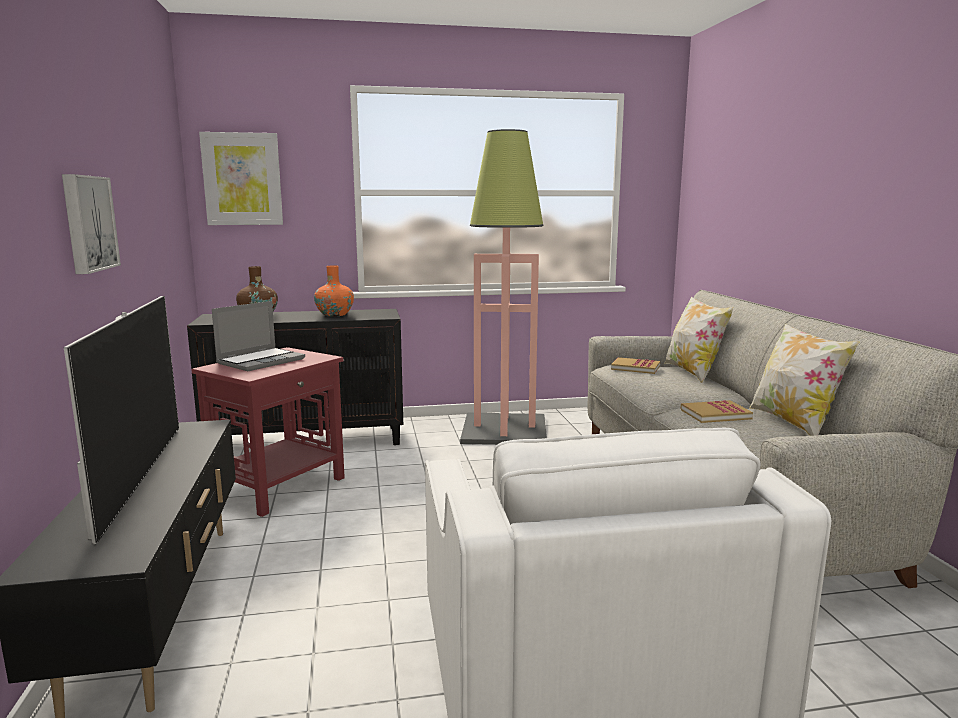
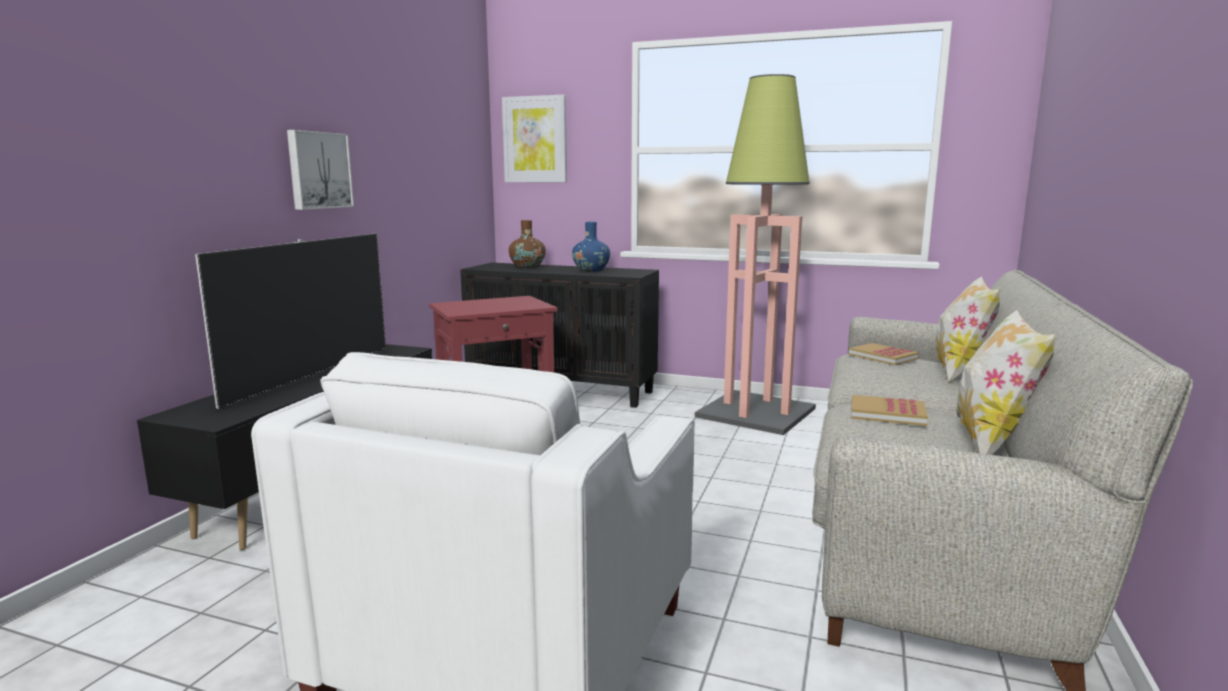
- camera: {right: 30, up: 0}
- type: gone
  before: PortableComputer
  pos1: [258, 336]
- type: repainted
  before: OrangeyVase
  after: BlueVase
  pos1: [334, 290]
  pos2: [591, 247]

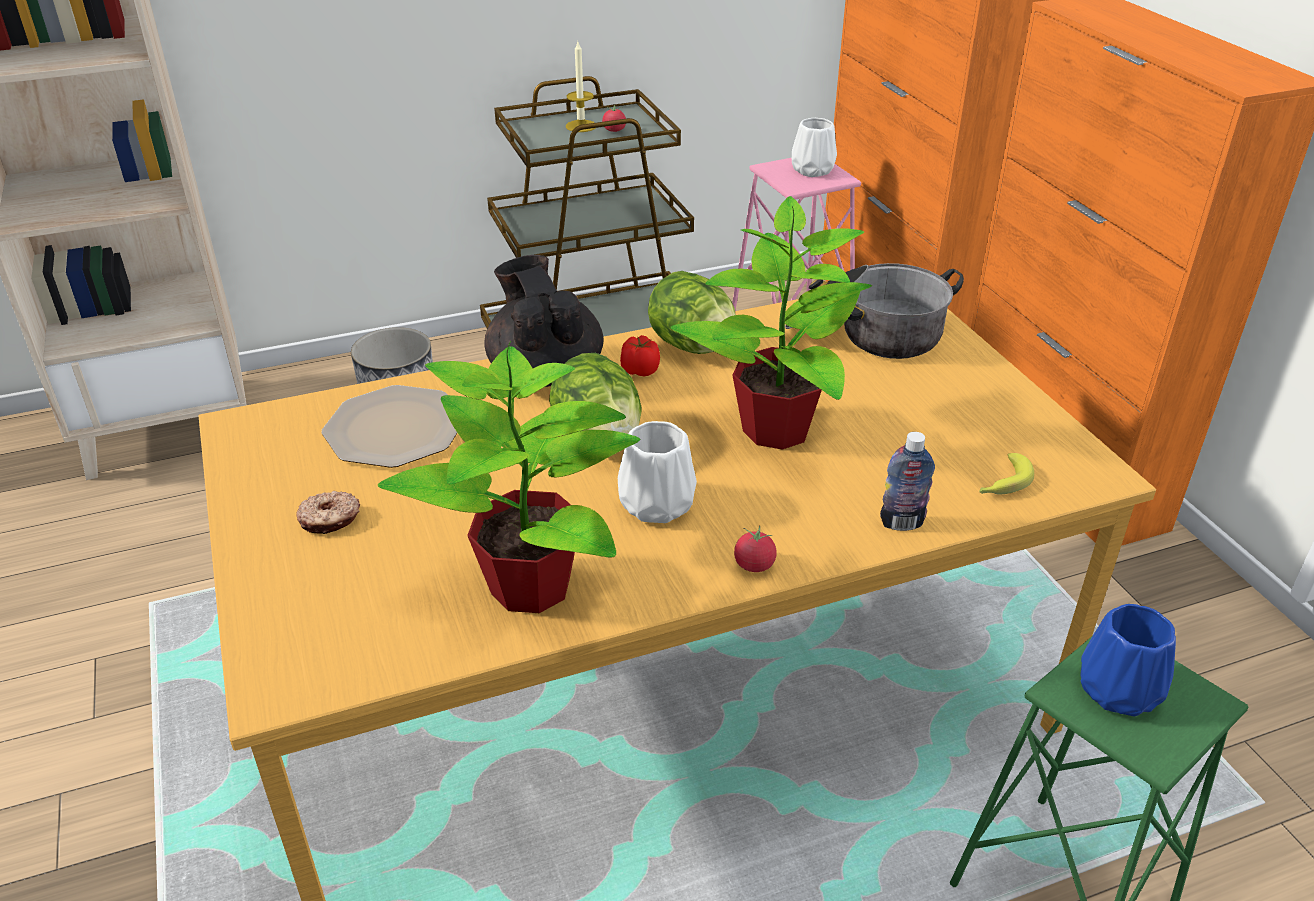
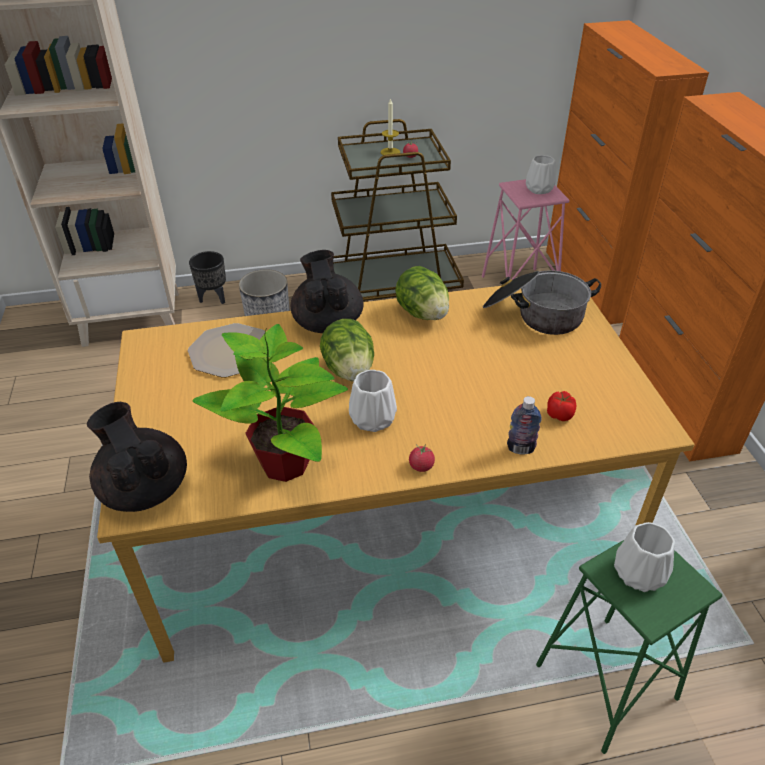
- camera: {right: 10, up: 5}
- type: gone
  before: Donut
  pos1: [328, 512]
- type: gone
  before: Houseplant
  pos1: [771, 323]
- type: gone
  before: WholeBanana
  pos1: [1006, 473]
- type: new
  after: BlackPotForTea
  pos2: [137, 457]
- type: new
  after: BlackPlantPot
  pos2: [207, 277]
- type: shifted
  before: WholeTomato
  pos1: [640, 355]
  pos2: [562, 406]
- type: repainted
  before: BlueVase
  after: WhiteVase
  pos1: [1128, 660]
  pos2: [644, 557]

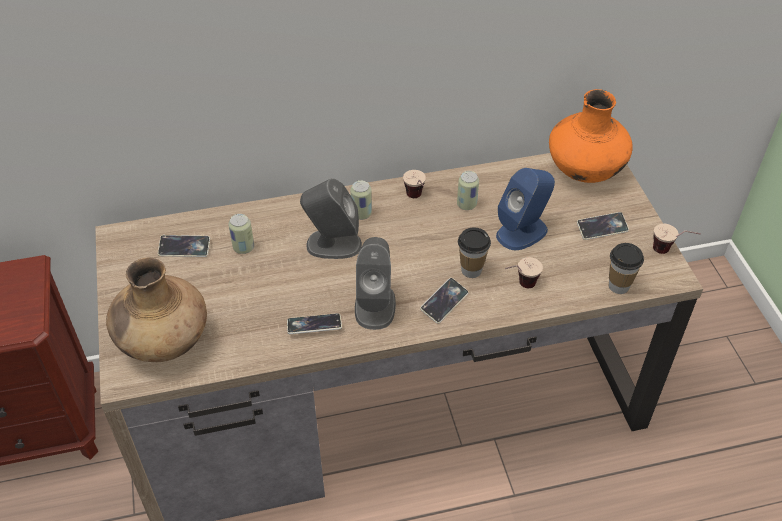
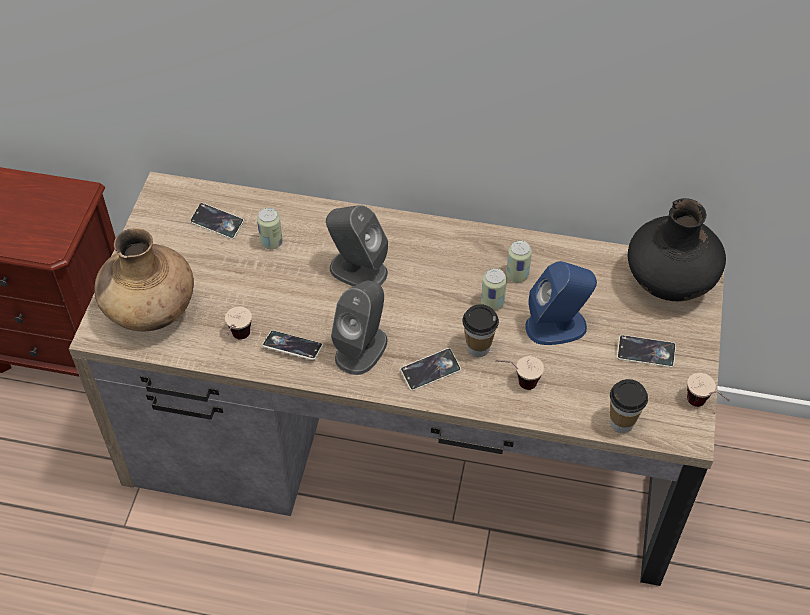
- camera: {right: 25, up: 5}
- type: shifted
  before: SealedCan
  pos1: [361, 200]
  pos2: [494, 289]
- type: shifted
  before: SmallCup
  pos1: [414, 184]
  pos2: [238, 323]
- type: repainted
  before: OrangeyVase
  after: BlackVase
  pos1: [591, 136]
  pos2: [677, 249]

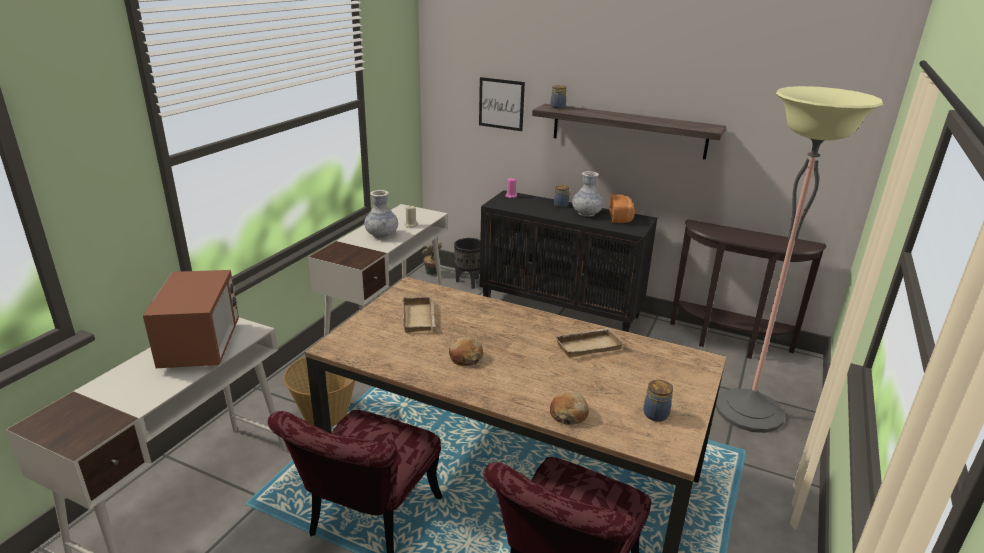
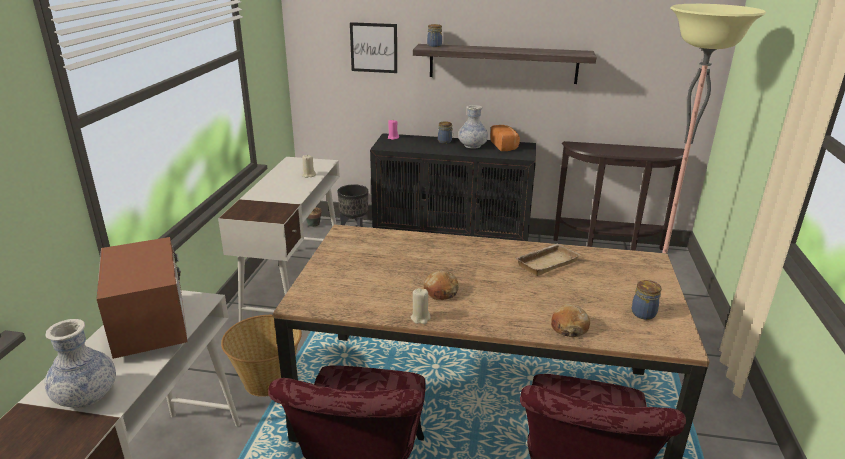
- camera: {right: -15, up: 0}
- type: gone
  before: BeigeCarryingTray
  pos1: [418, 314]
- type: new
  after: BeigeCandle
  pos2: [421, 306]
- type: shifted
  before: Vase
  pos1: [381, 214]
  pos2: [80, 363]

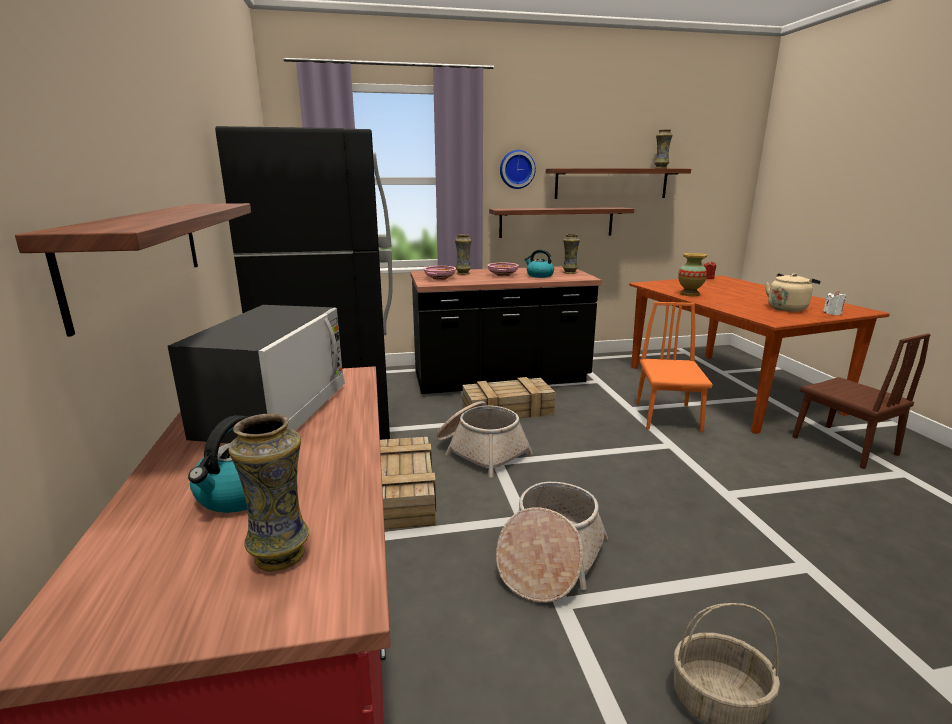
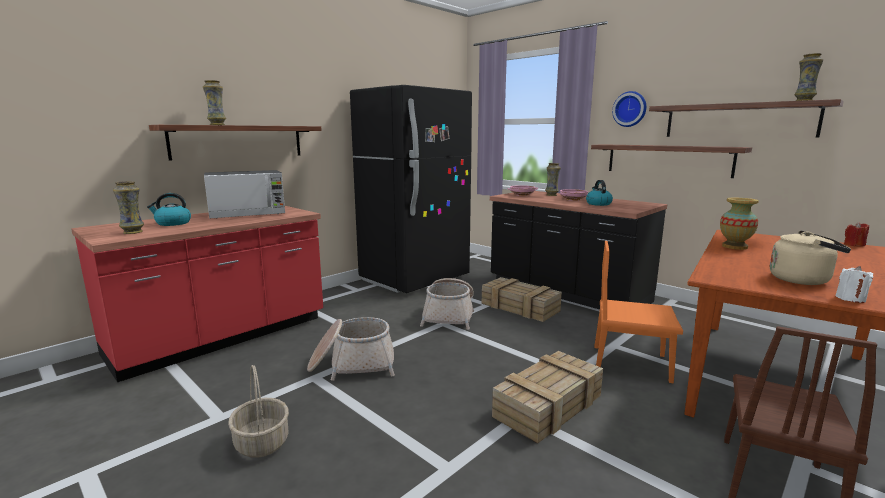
- camera: {right: 55, up: -5}
- type: shifted
  before: Crate
  pos1: [408, 483]
  pos2: [547, 397]
- type: shifted
  before: Vase
  pos1: [571, 254]
  pos2: [214, 102]
- type: rotated
  before: OrangeyChair
  pos1: [674, 367]
  pos2: [638, 312]
  turn: -135

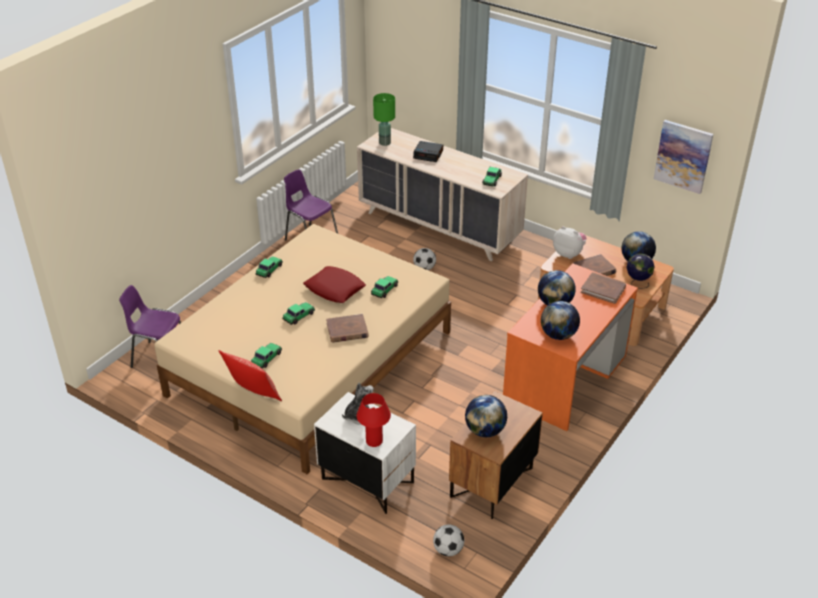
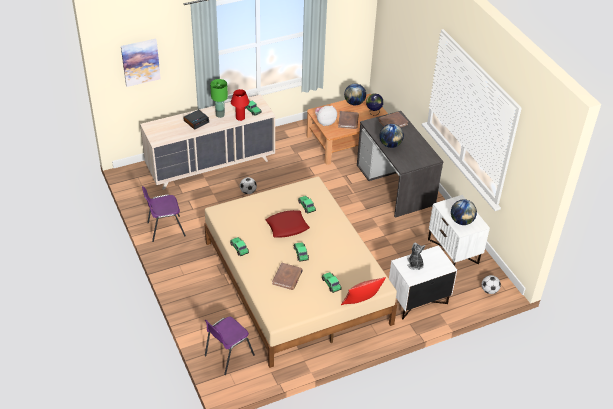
- camera: {right: -60, up: 5}
- type: gone
  before: WorldGlobe
  pos1: [560, 320]
- type: shifted
  before: BrownBoundBook
  pos1: [347, 328]
  pos2: [287, 276]
- type: shifted
  before: ReddishLampForATable
  pos1: [374, 420]
  pos2: [240, 105]
- type: shifted
  before: GreenLampForATable
  pos1: [384, 119]
  pos2: [219, 98]
- type: shifted
  before: WallPicture
  pos1: [683, 157]
  pos2: [141, 63]
- type: repainted
  before: BrownNightTable
  after: WhiteNightTable
  pos1: [496, 455]
  pos2: [459, 230]
- type: repainted
  before: OrangeyDeskTable
  after: GrayDeskTable
  pos1: [570, 347]
  pos2: [400, 164]

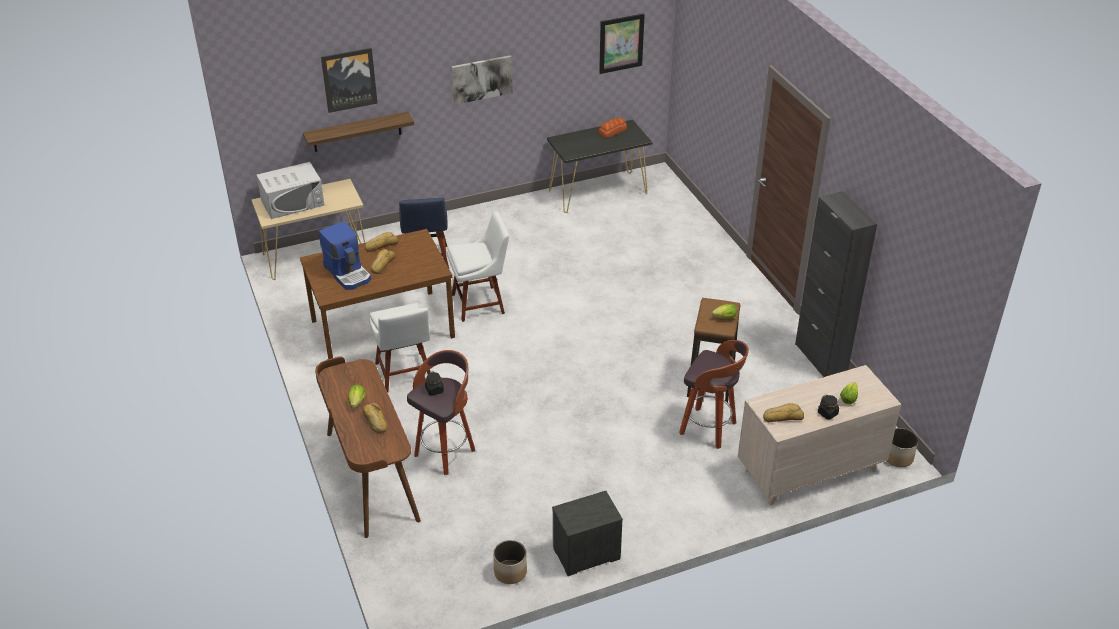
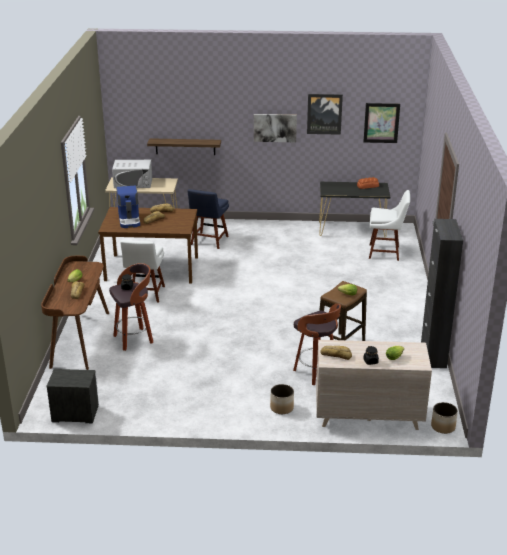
- camera: {right: 25, up: -10}
- type: shifted
  before: WallPicture
  pos1: [349, 80]
  pos2: [325, 114]
- type: shifted
  before: WhiteChair
  pos1: [478, 266]
  pos2: [389, 225]
- type: shifted
  before: PlantPot
  pos1: [510, 562]
  pos2: [282, 399]
- type: shifted
  before: NightTable
  pos1: [587, 533]
  pos2: [72, 396]

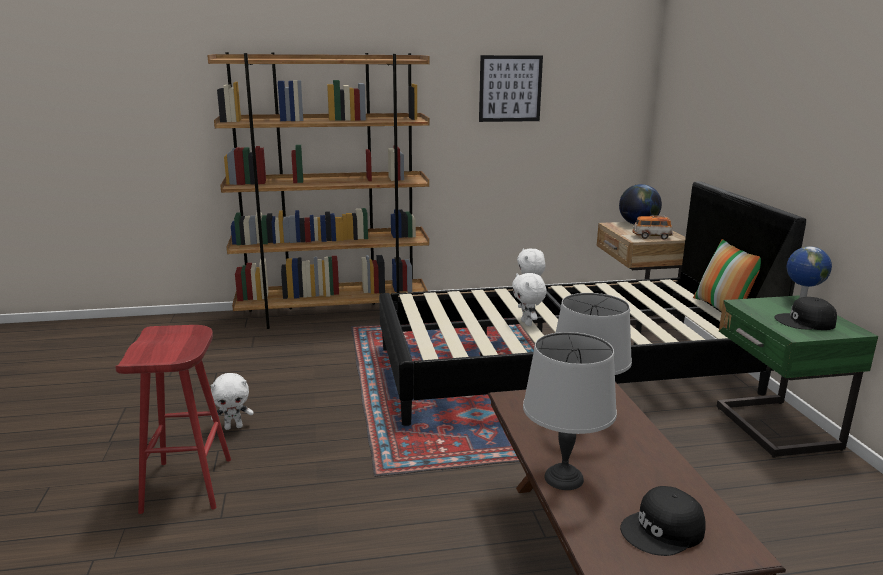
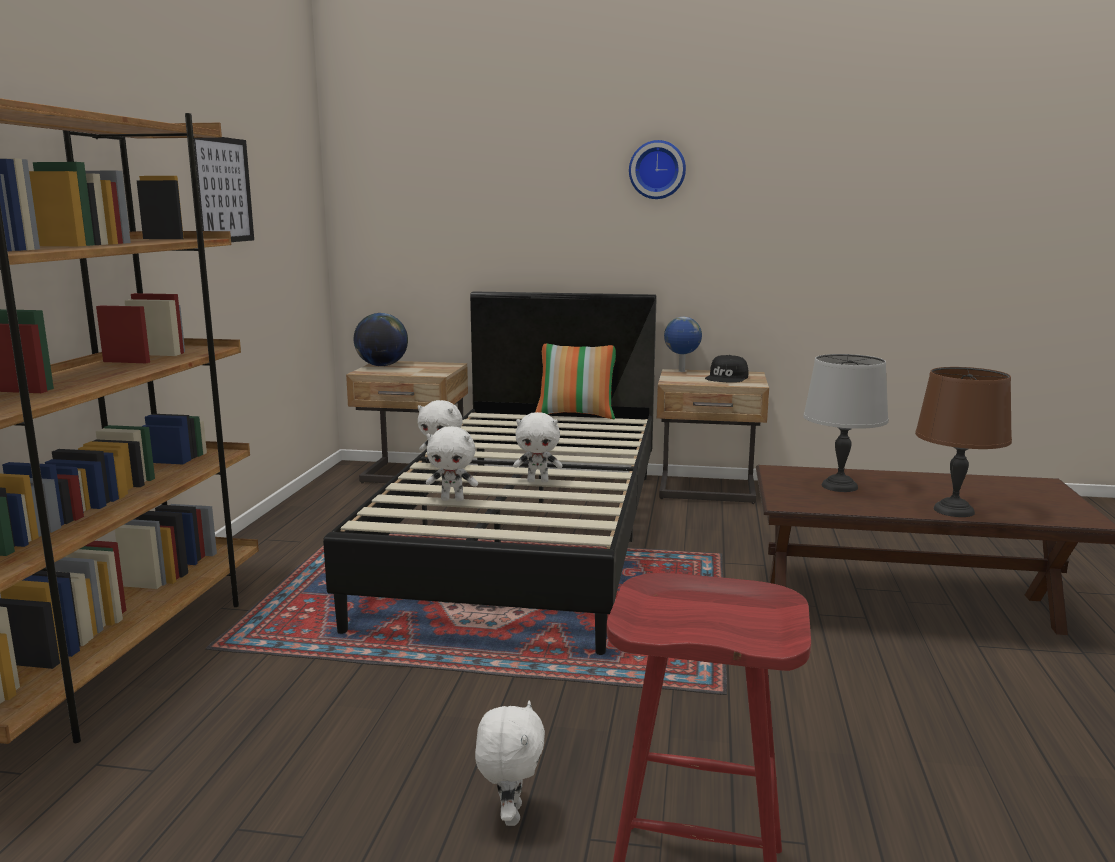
- camera: {right: -70, up: -5}
- type: gone
  before: BlackPeakedCap
  pos1: [663, 521]
- type: gone
  before: ModelCar
  pos1: [653, 227]
- type: new
  after: WhiteSoftToy
  pos2: [452, 463]
- type: new
  after: ClockOnTheWall
  pos2: [657, 169]
- type: repainted
  before: GrayLampForATable
  after: BrownLampForATable
  pos1: [570, 411]
  pos2: [963, 442]
- type: repainted
  before: GreenNightTable
  after: BeigeNightTable
  pos1: [797, 376]
  pos2: [713, 436]

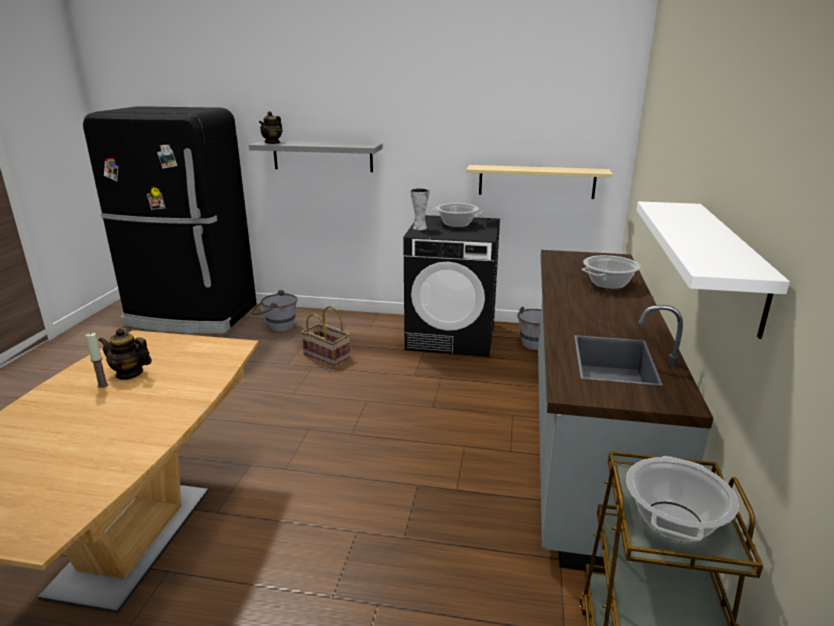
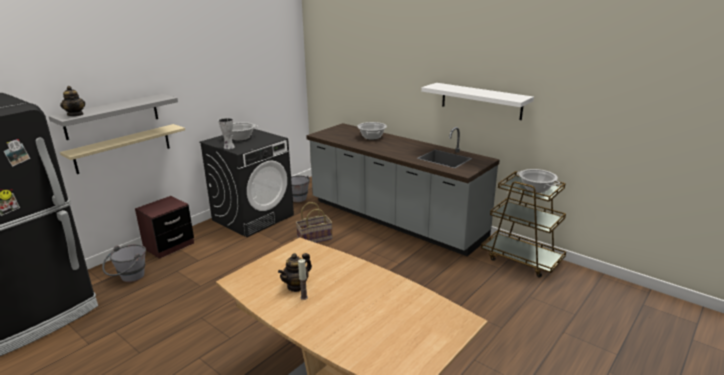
- camera: {right: -60, up: 0}
- type: new
  after: BrownNightTable
  pos2: [164, 227]
- type: shifted
  before: StorageBasket
  pos1: [325, 336]
  pos2: [314, 222]
- type: shifted
  before: BeigeBracketShelf
  pos1: [539, 182]
  pos2: [122, 149]

